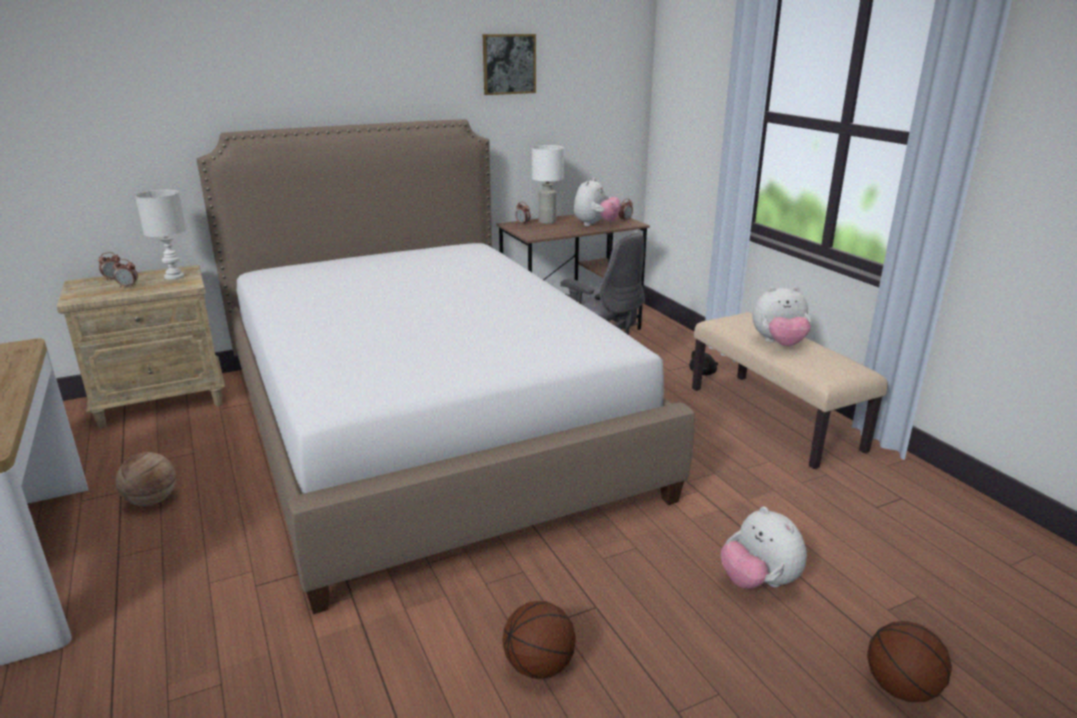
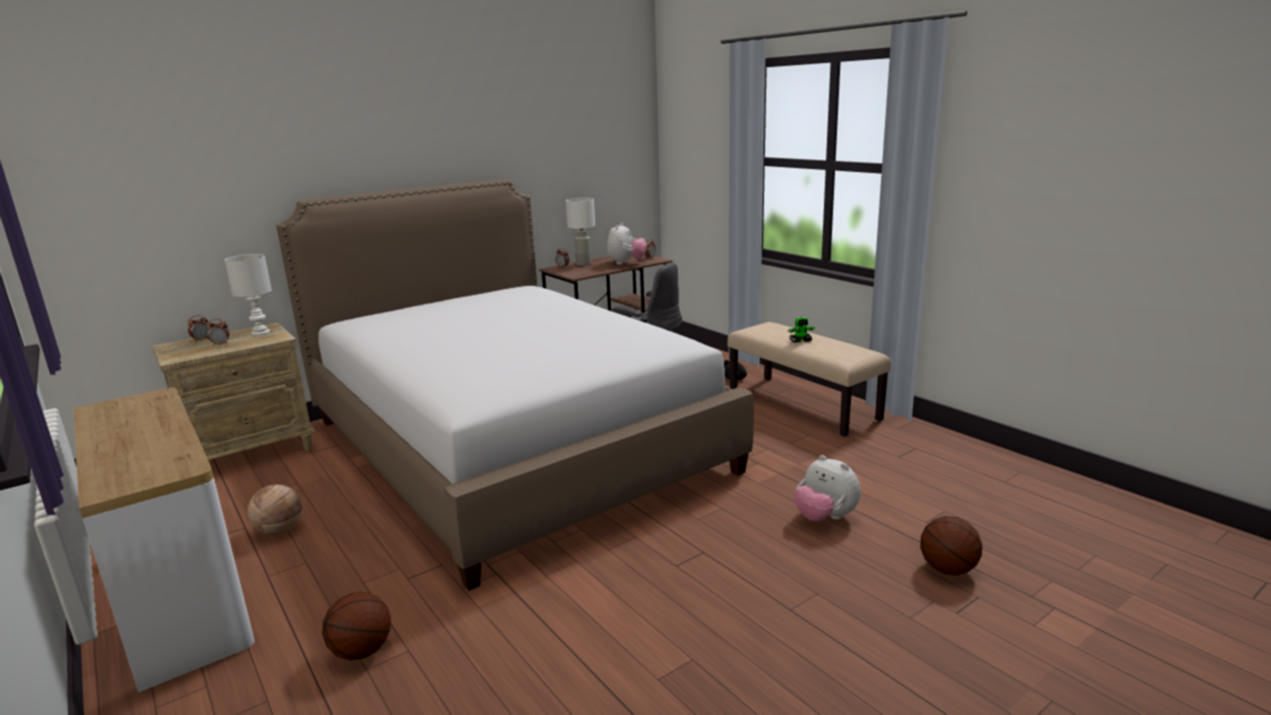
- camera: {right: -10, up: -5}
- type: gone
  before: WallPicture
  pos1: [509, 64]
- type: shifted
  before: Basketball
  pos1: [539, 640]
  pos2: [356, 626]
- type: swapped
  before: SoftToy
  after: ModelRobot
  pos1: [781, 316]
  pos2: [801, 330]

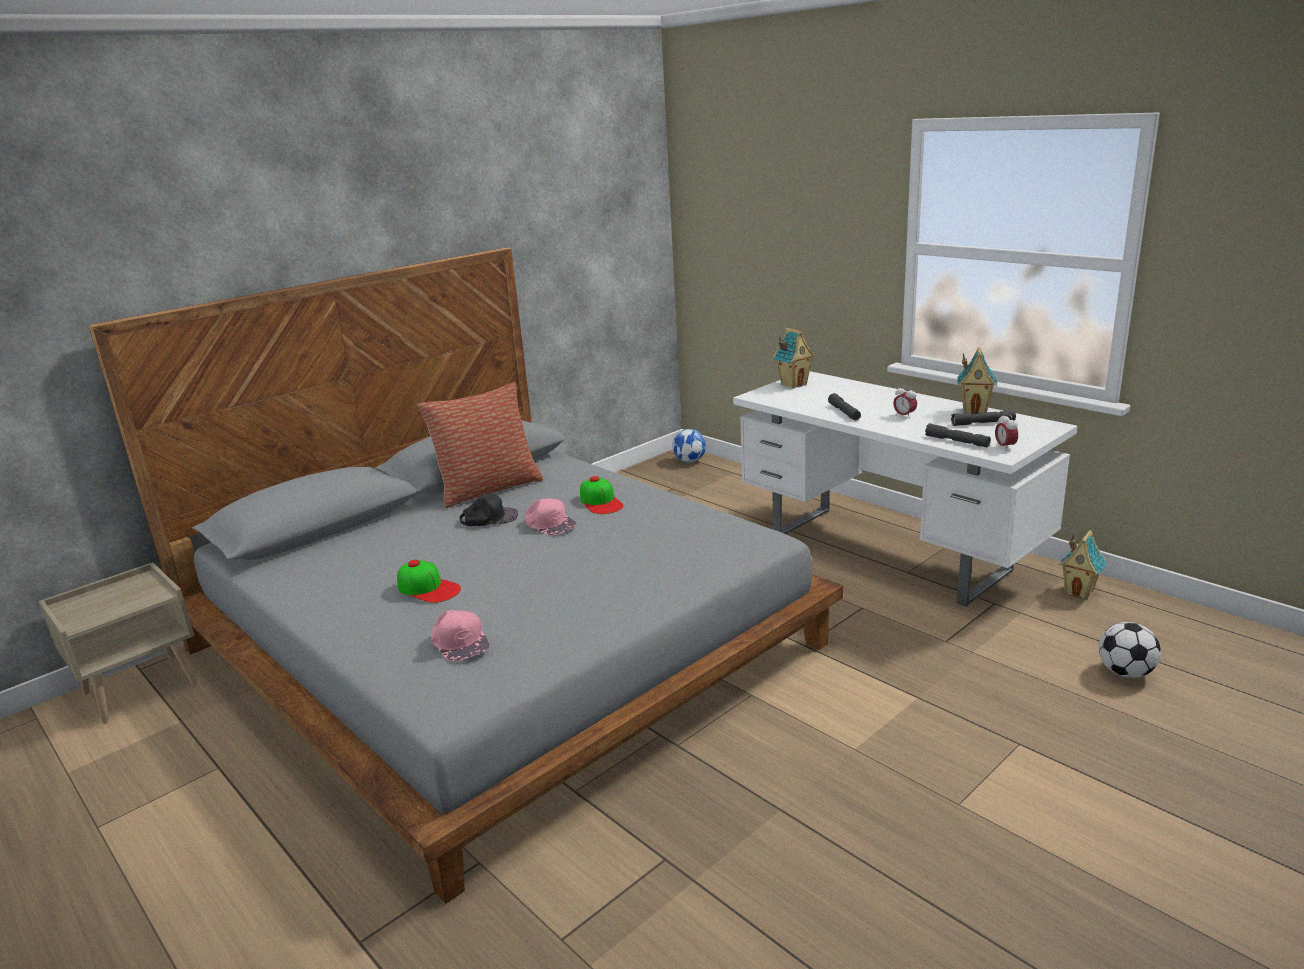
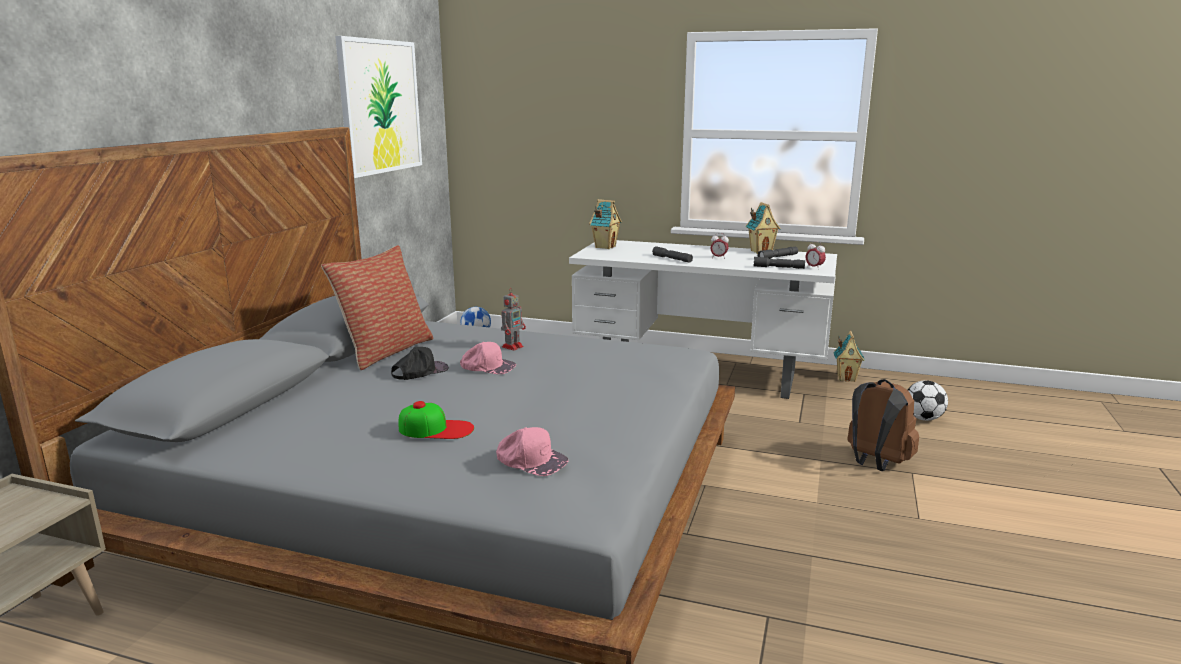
- camera: {right: -30, up: -5}
- type: new
  after: WallPicture
  pos2: [378, 107]
- type: new
  after: BrownKnapsack
  pos2: [883, 425]
- type: swapped
  before: PeakedCap
  after: ModelRobot
  pos1: [601, 495]
  pos2: [513, 319]

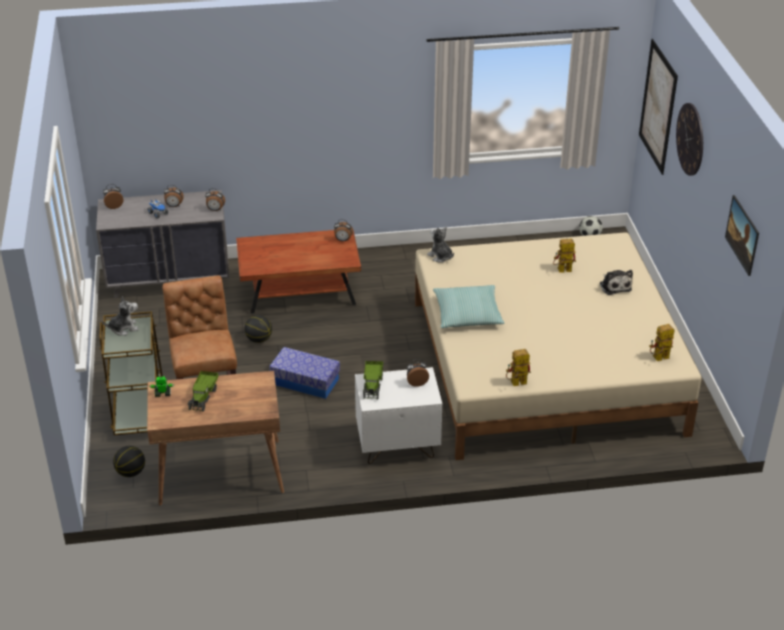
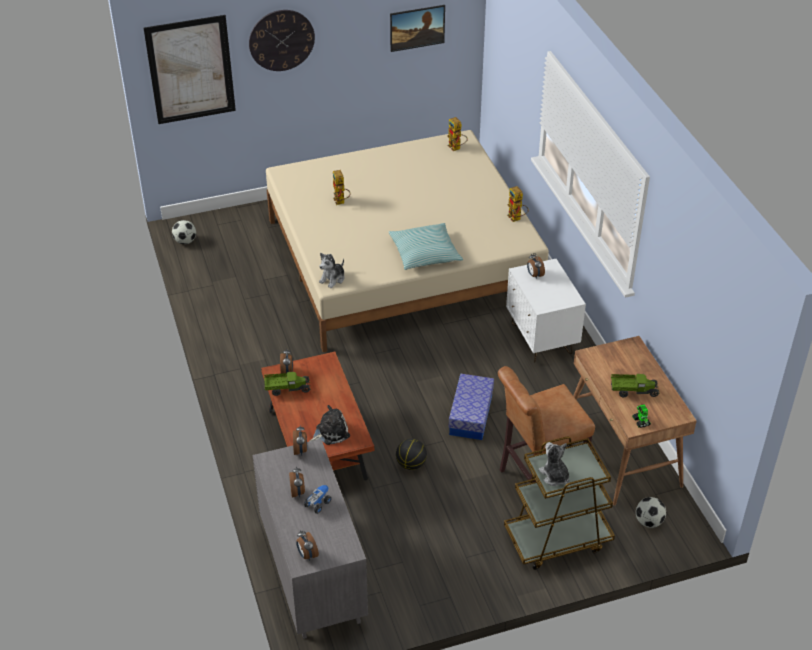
- camera: {right: -100, up: 5}
- type: shifted
  before: ToyLorry
  pos1: [373, 380]
  pos2: [287, 384]
- type: shifted
  before: SoftToy
  pos1: [616, 282]
  pos2: [330, 425]
- type: swapped
  before: Basketball
  after: FootballBall
  pos1: [129, 461]
  pos2: [651, 512]

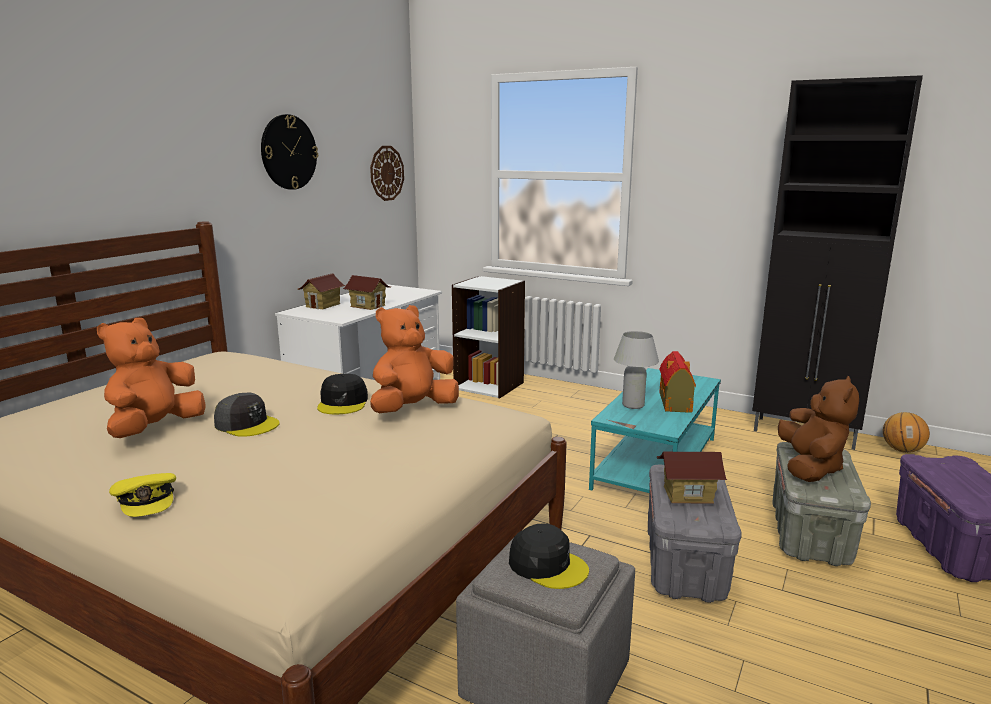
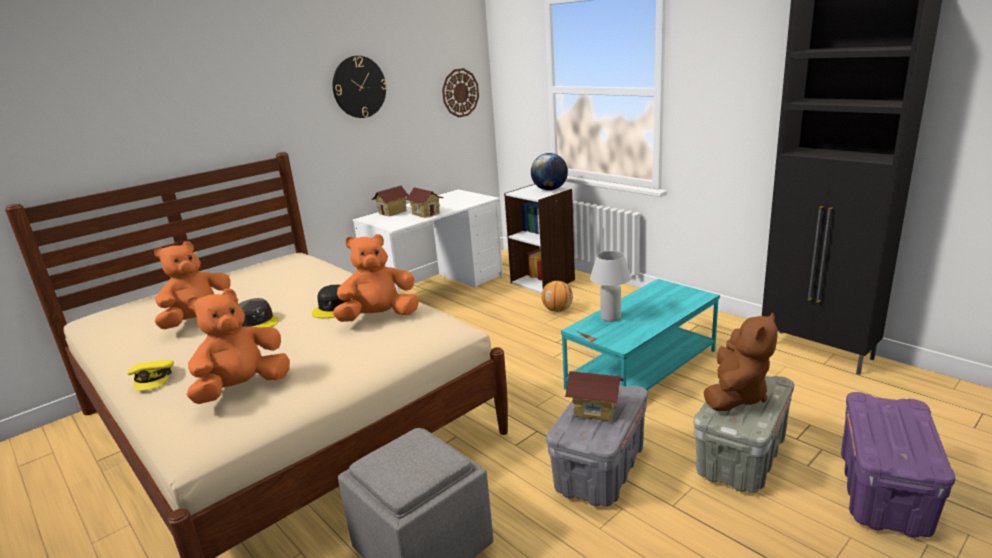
- camera: {right: 20, up: 5}
- type: gone
  before: BlackPeakedCap
  pos1: [549, 556]
- type: gone
  before: ToyHouse
  pos1: [677, 382]
- type: new
  after: OrangeySoftToy
  pos2: [238, 346]
- type: new
  after: WorldGlobe
  pos2: [549, 172]
- type: shifted
  before: Basketball
  pos1: [906, 432]
  pos2: [557, 296]

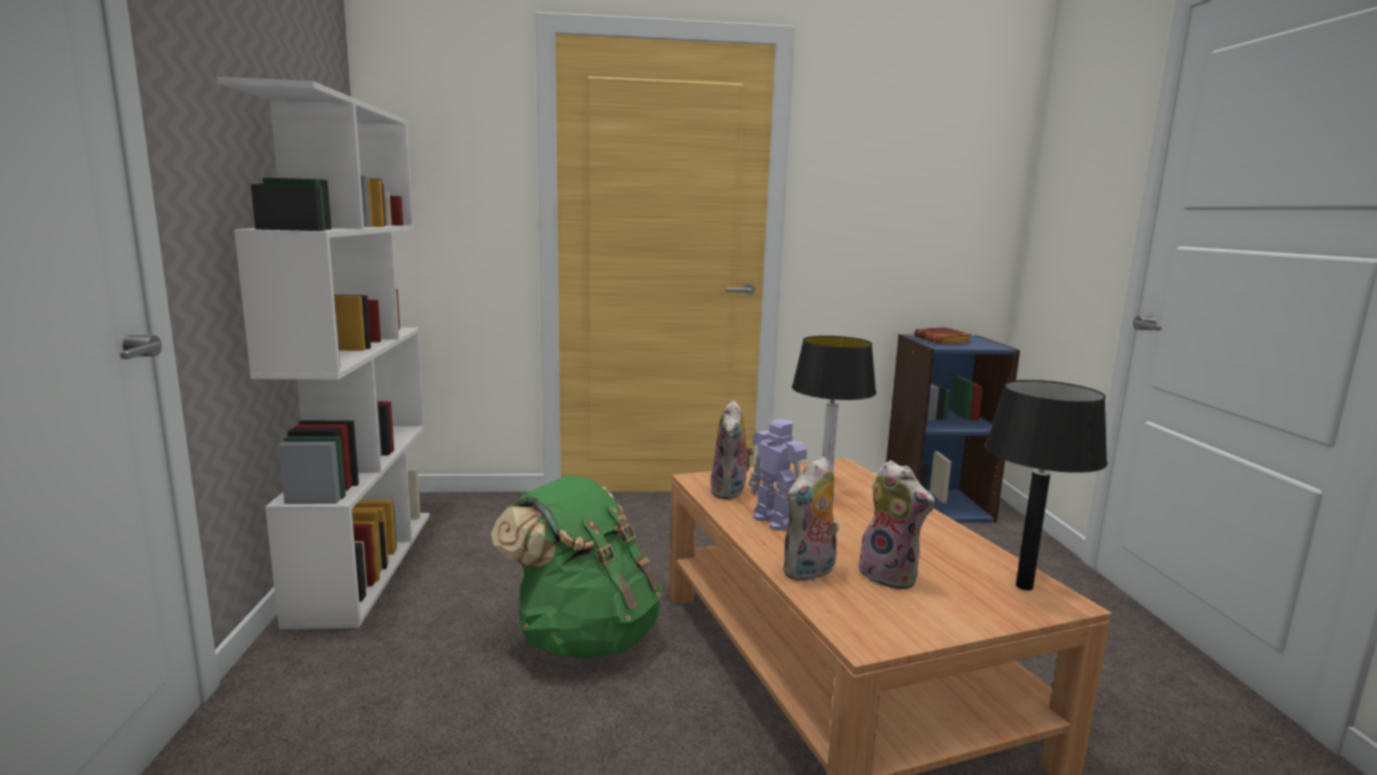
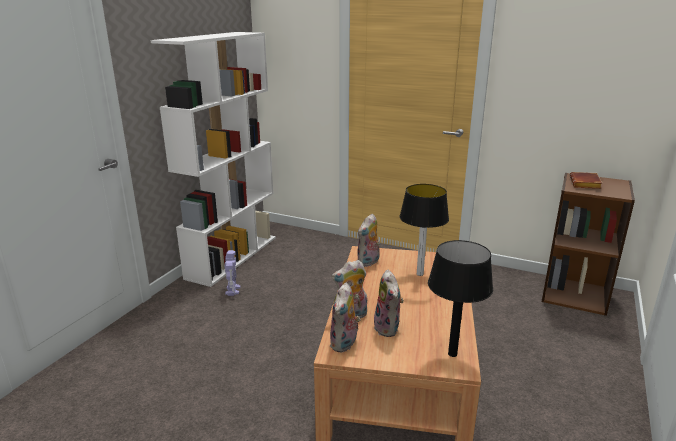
- camera: {right: 30, up: 10}
- type: gone
  before: GreenKnapsack
  pos1: [577, 567]
- type: new
  after: SoftToy
  pos2: [345, 318]
- type: shifted
  before: ModelRobot
  pos1: [778, 475]
  pos2: [232, 273]
- type: repainted
  before: BlueBookshelf
  after: BrownBookshelf
  pos1: [953, 428]
  pos2: [588, 244]

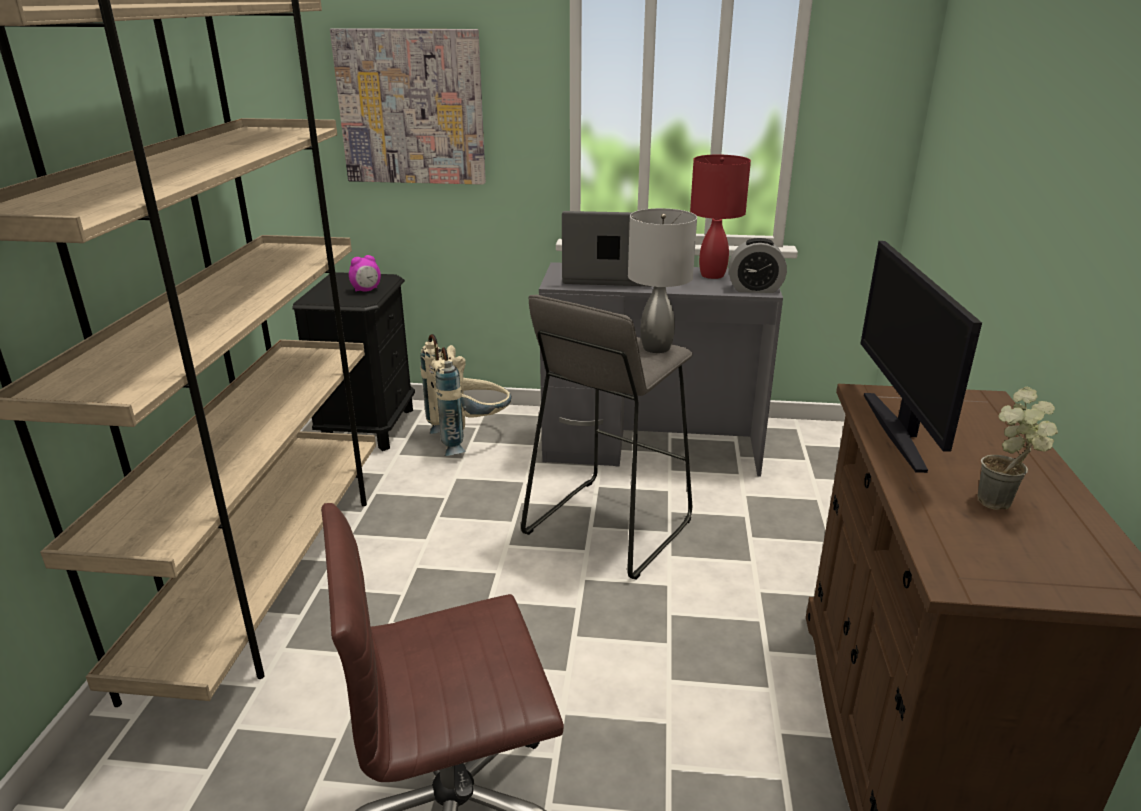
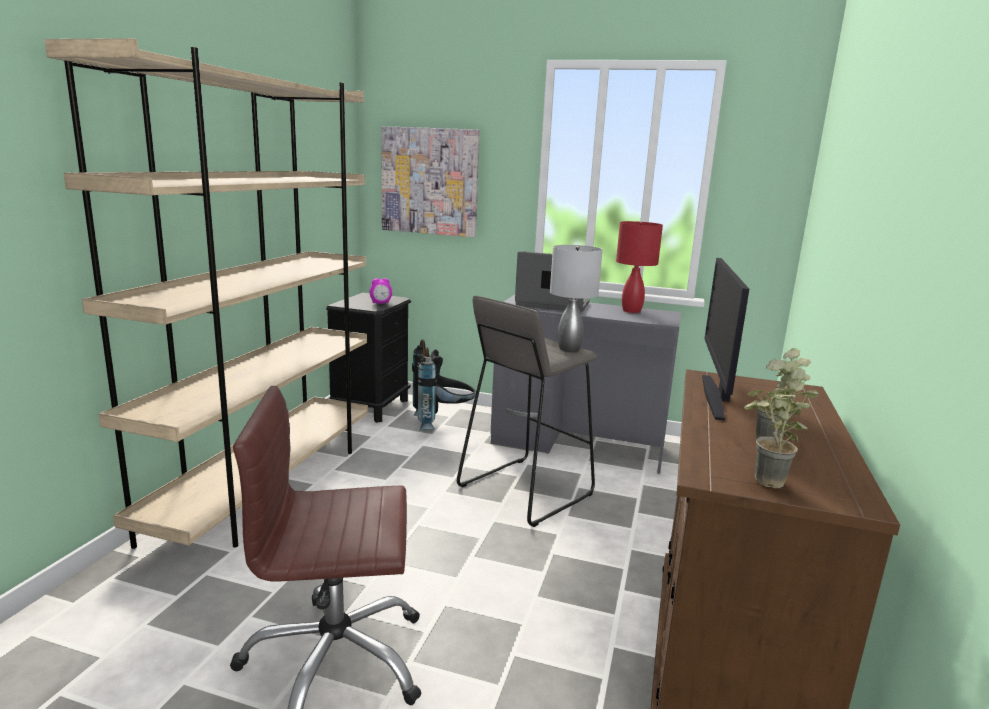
- camera: {right: 10, up: -10}
- type: gone
  before: TableClock
  pos1: [757, 265]
- type: new
  after: Houseplant
  pos2: [781, 438]
- type: repainted
  before: BeigeKnapsack
  after: BlackKnapsack
  pos1: [466, 395]
  pos2: [444, 384]

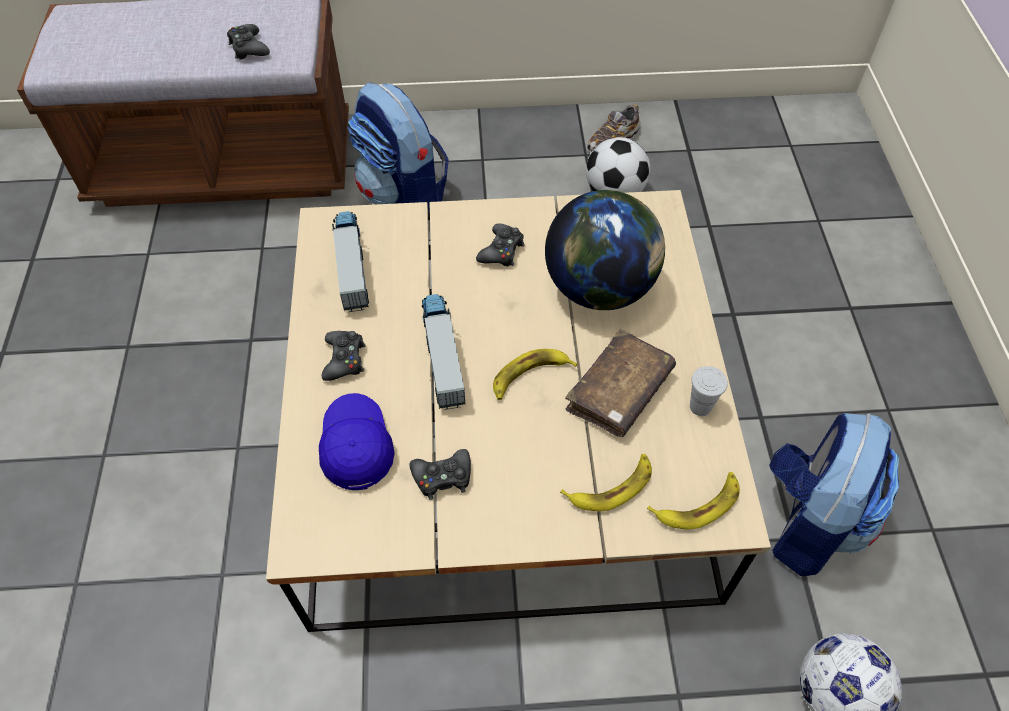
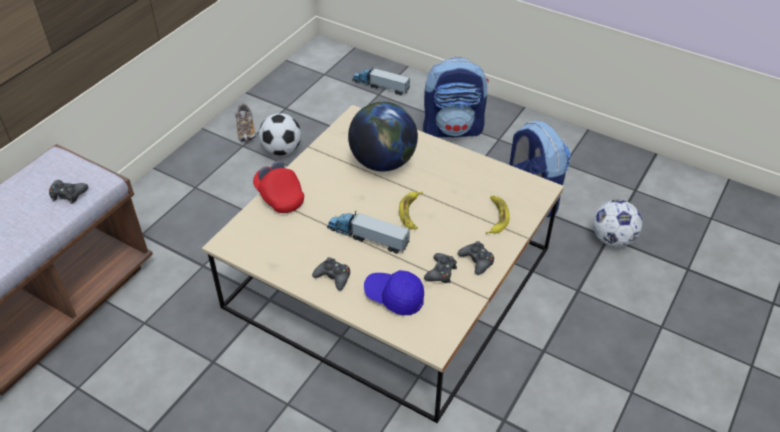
- camera: {right: -55, up: -10}
- type: gone
  before: BrownBoundBook
  pos1: [620, 383]
- type: gone
  before: WholeBanana
  pos1: [693, 500]
- type: gone
  before: WhiteSmallCup
  pos1: [709, 391]
- type: new
  after: ReddishPeakedCap
  pos2: [278, 187]
- type: shifted
  before: ToyLorry
  pos1: [350, 261]
  pos2: [381, 81]
- type: shifted
  before: Knapsack
  pos1: [398, 147]
  pos2: [456, 97]
- type: shifted
  before: BlackJoypad
  pos1: [500, 244]
  pos2: [476, 258]

